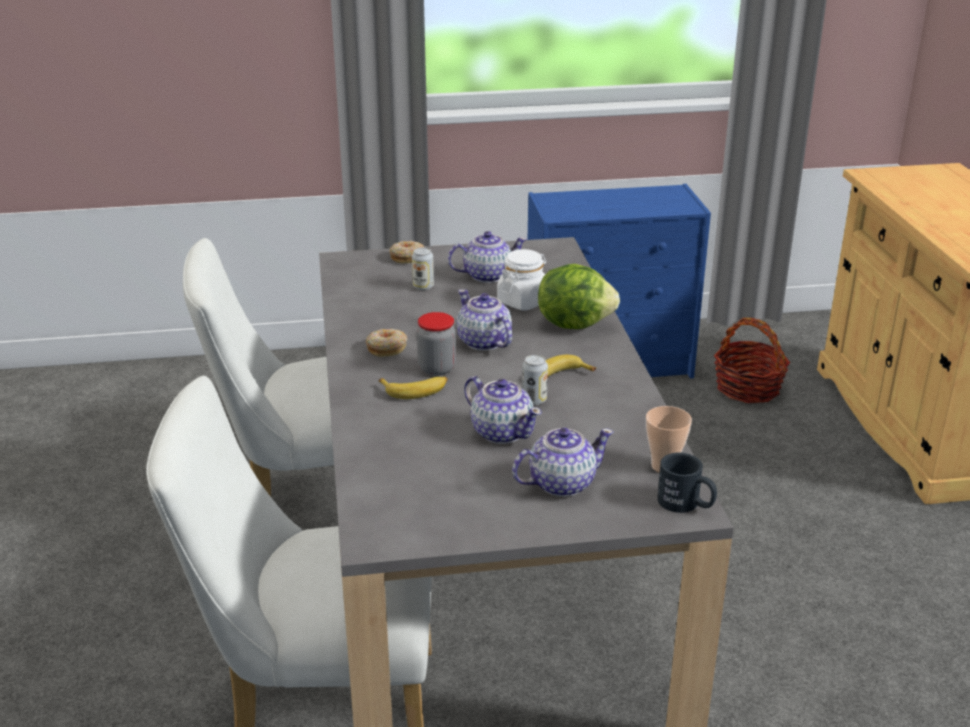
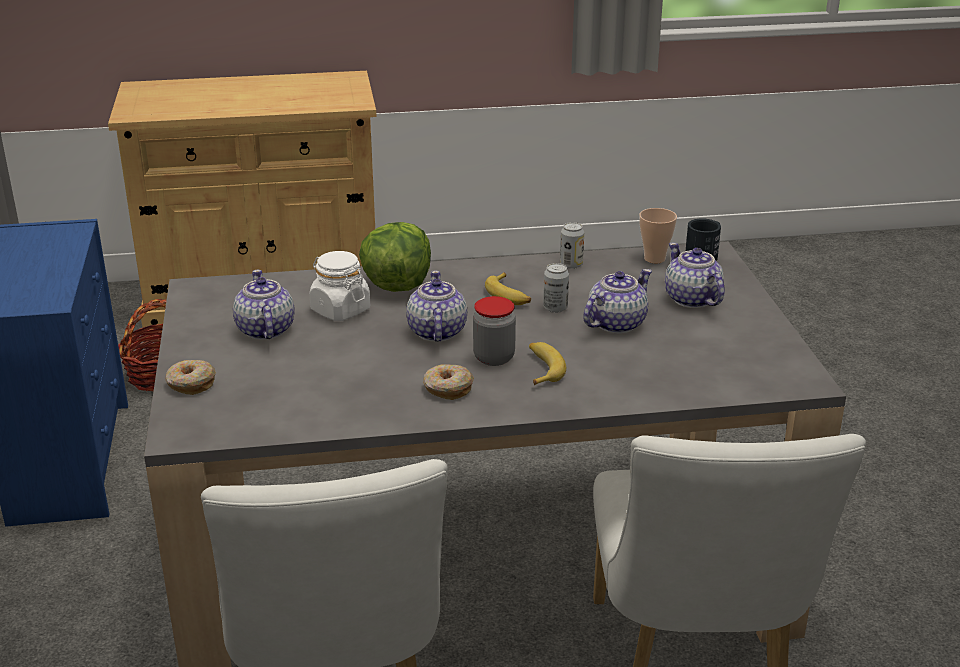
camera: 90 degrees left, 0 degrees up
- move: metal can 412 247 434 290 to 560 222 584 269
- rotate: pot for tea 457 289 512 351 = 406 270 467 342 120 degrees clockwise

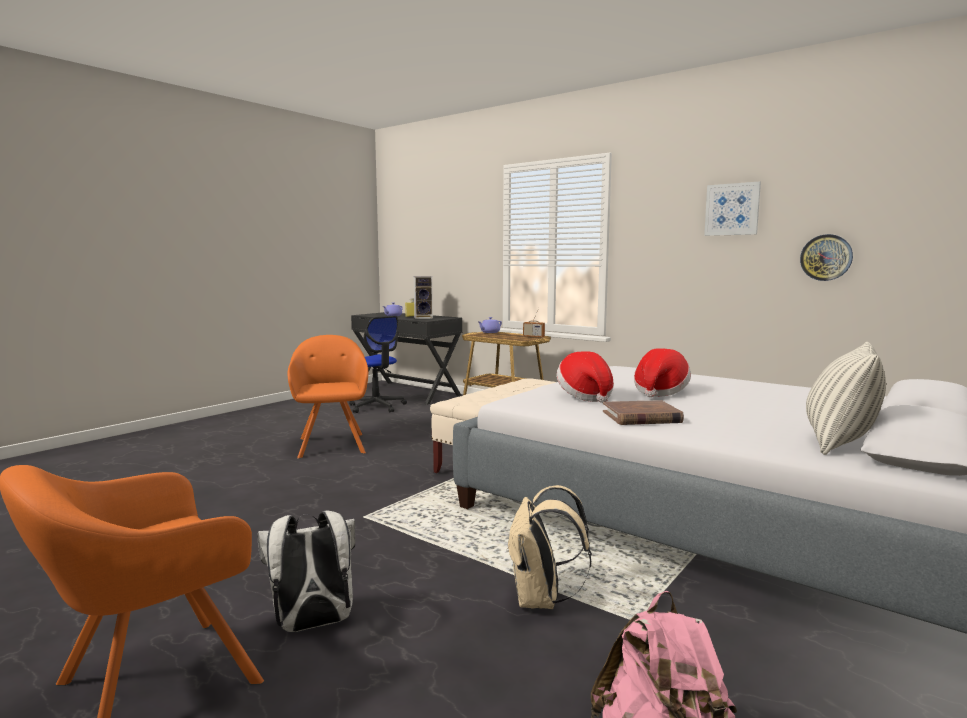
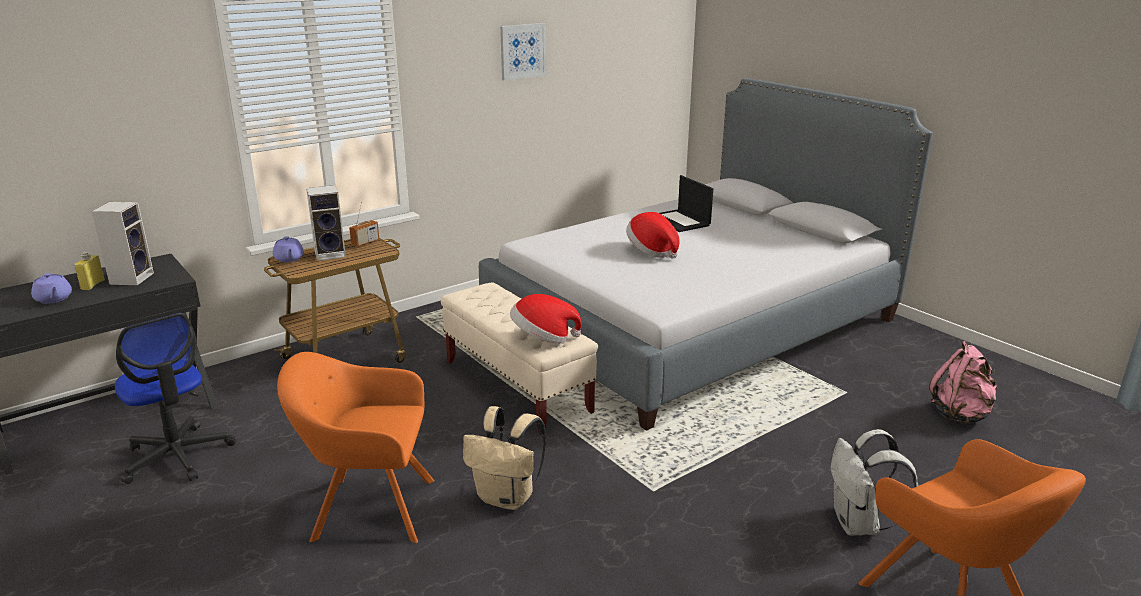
camera: 75 degrees left, 15 degrees up
- rotate: office chair 349 316 407 413 = 115 313 235 484 75 degrees clockwise
- move: beige-coloured backpack 506 485 592 609 to 463 406 546 510
- move: hat 556 351 614 403 to 510 294 582 344
- delete: brown-coloured book 603 400 684 425
- delete: hanging clock 800 234 853 281
- delete: throw pillow 806 342 886 455
- insert: loudspeaker 306 185 346 261
- insert: laptop 659 175 713 232

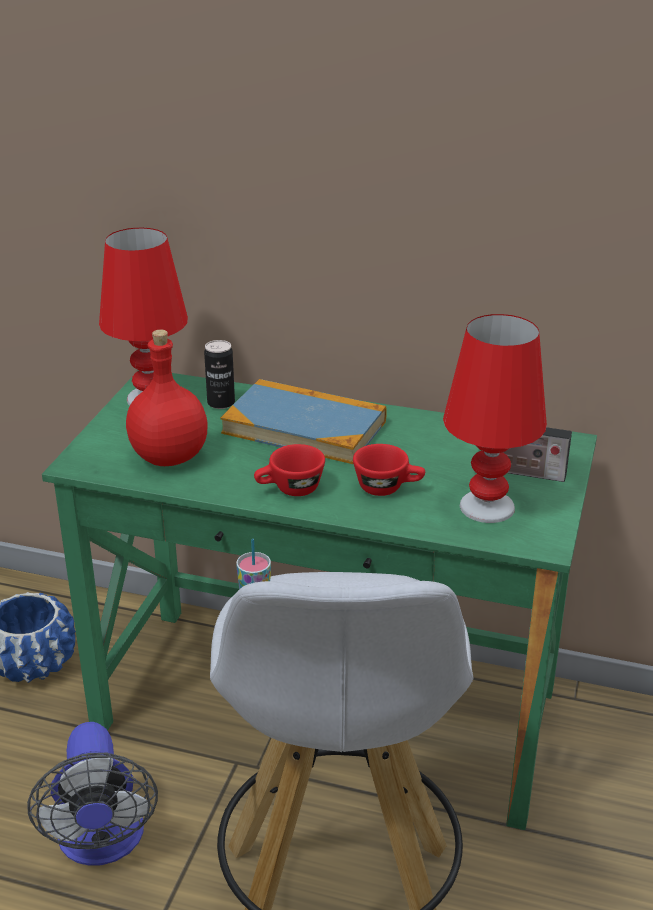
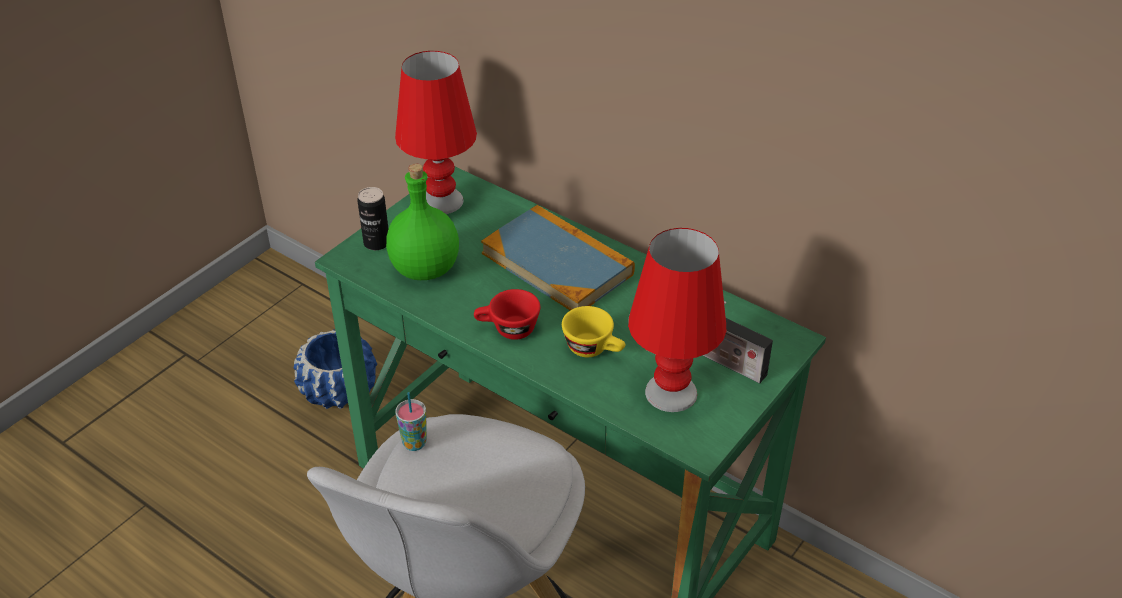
camera: 20 degrees right, 10 degrees up
- delete: fan 27 722 158 865
- recolor: red-coloured drink bottle 126 329 208 466 to green drink bottle 386 163 459 280
- move: metal can 204 340 235 409 to 357 187 388 250
- recolor: red-coloured drinking cup 353 444 425 496 to yellow drinking cup 562 306 626 357

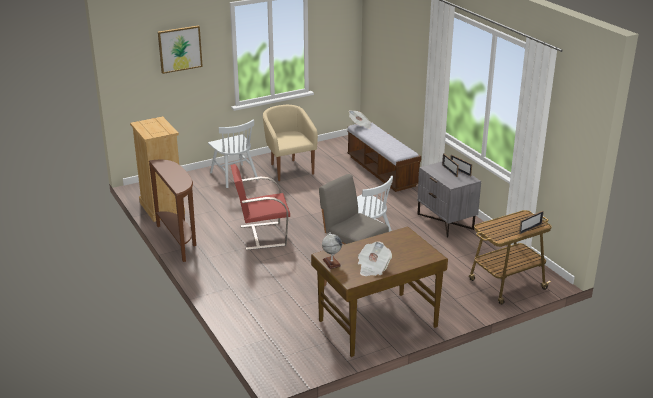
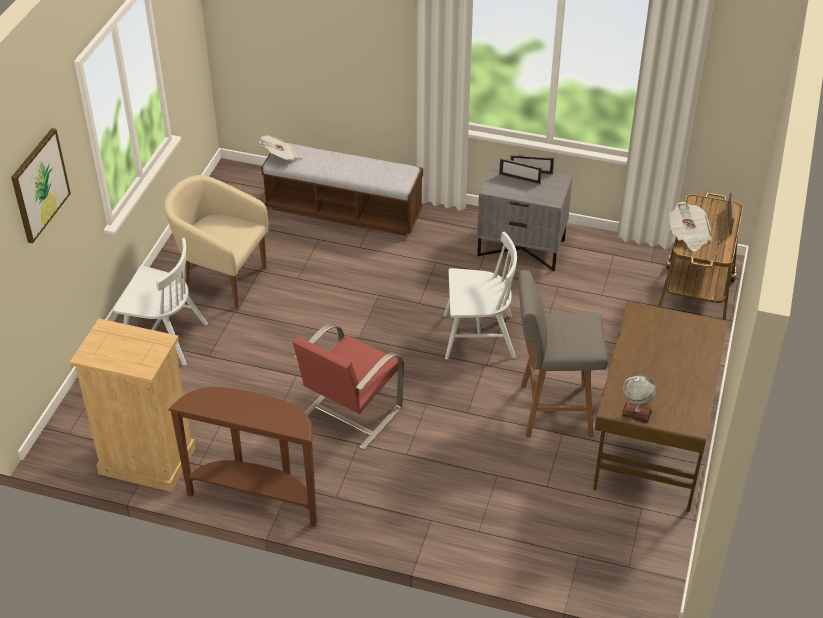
camera: 45 degrees left, 15 degrees up
- move: daily paper 358 241 392 276 to 669 202 712 252

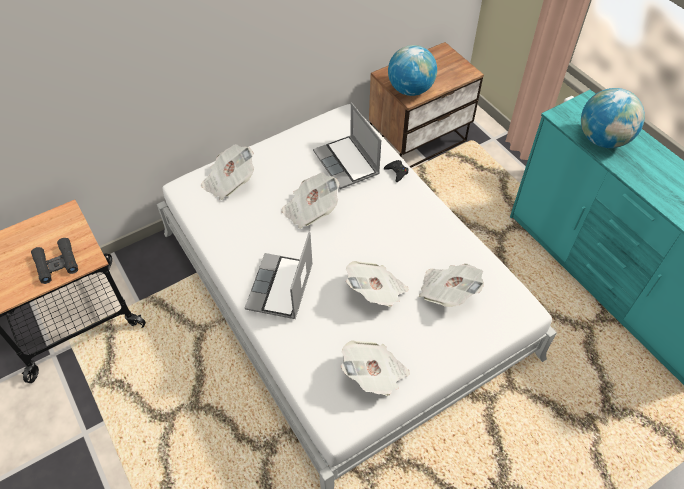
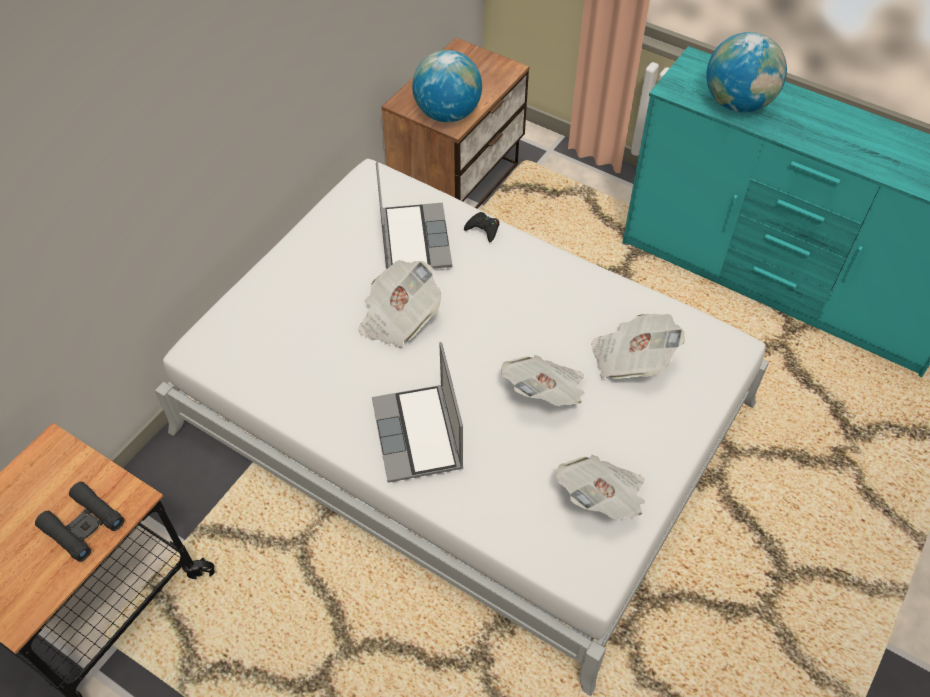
camera: 25 degrees left, 0 degrees up
- delete: daily paper 201 144 254 200
- rotate: laptop 313 103 381 189 = 376 161 452 269 135 degrees counterclockwise

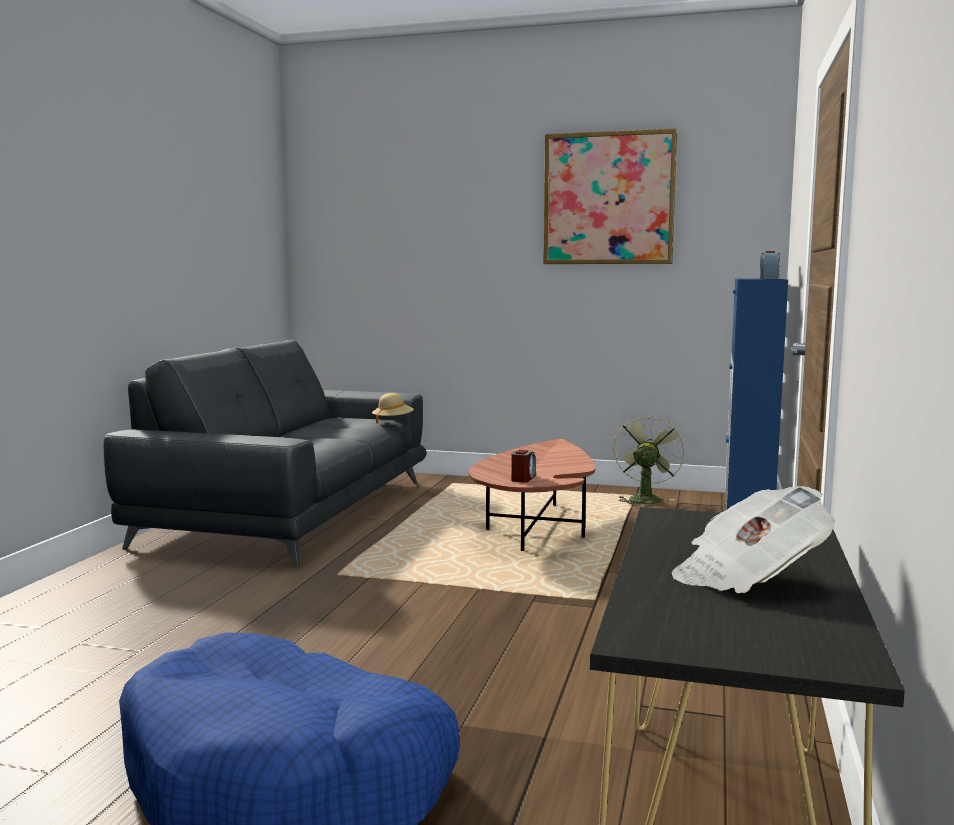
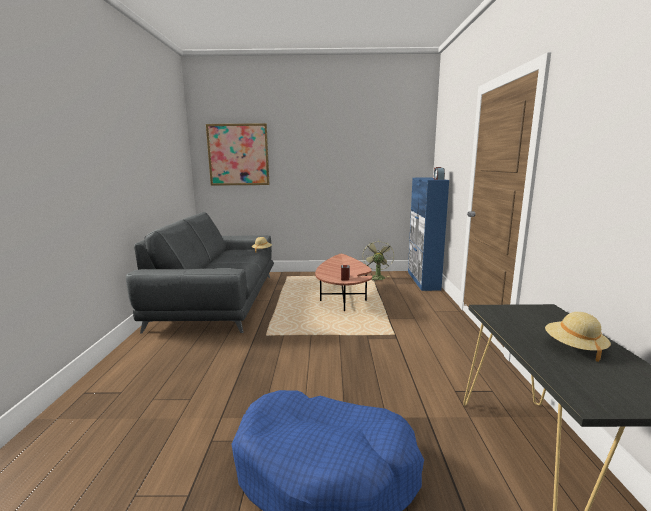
camera: 15 degrees left, 5 degrees up
- move: picture 543 128 677 264 to 206 123 269 186
- replace: daily paper 671 486 835 593 to beige-coloured hat 545 312 611 362

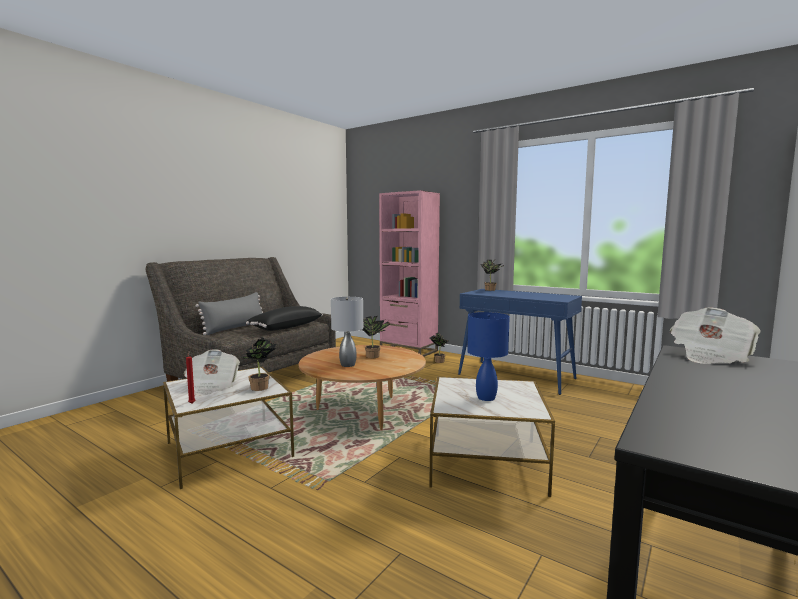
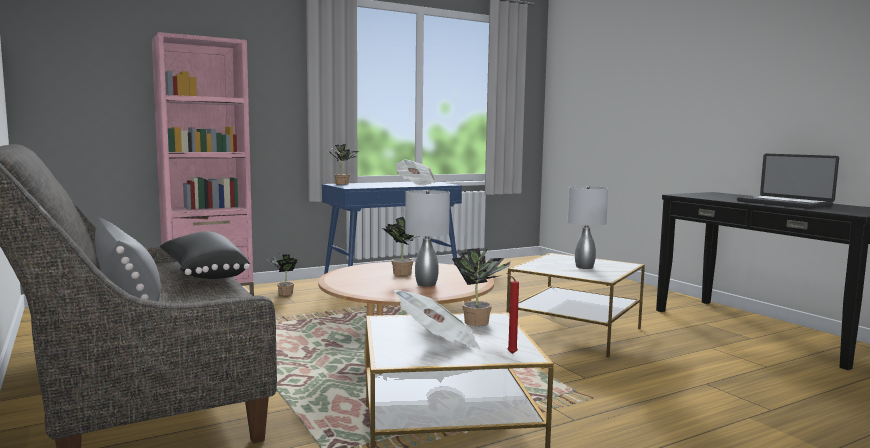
camera: 65 degrees left, 0 degrees up
- recolor: blue tabletop lamp 468 312 510 401 to grey tabletop lamp 567 186 608 269
- move: daily paper 670 307 761 364 to 396 160 436 186
- insert: laptop 737 154 839 209

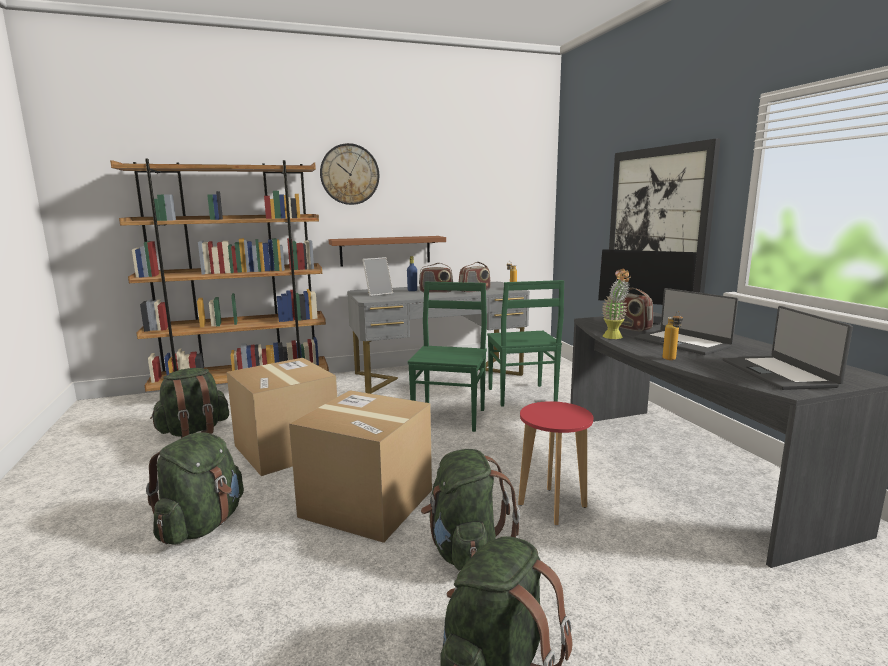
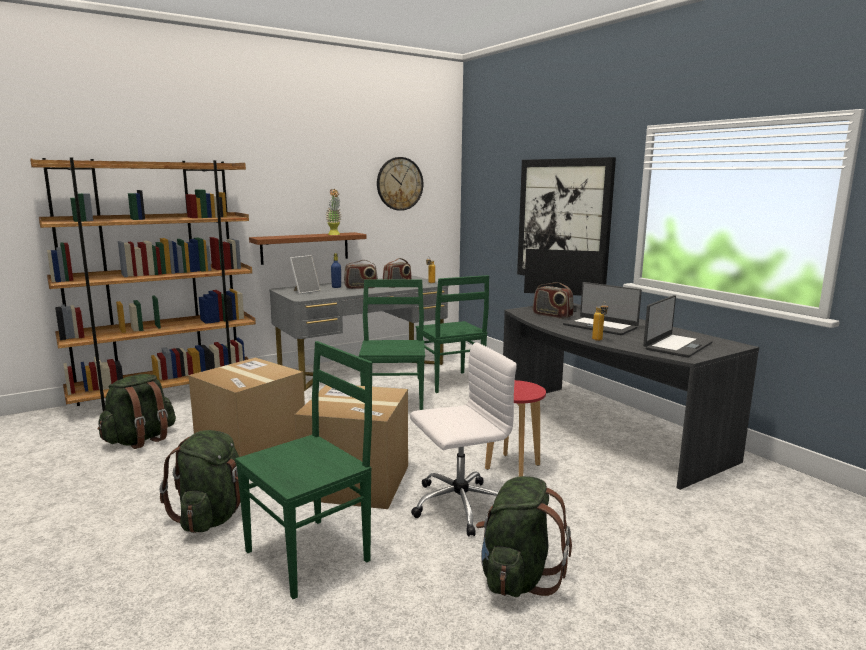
camera: 15 degrees left, 0 degrees up
- move: hanging clock 320 143 379 205 to 377 157 423 211
- replace: green backpack 421 449 520 571 to whitish office chair 410 343 517 536
- move: houseplant 602 269 631 339 to 326 189 342 235
- rotate: laptop 723 306 853 390 = 643 295 713 358 120 degrees counterclockwise
- insert: green upright chair 235 341 372 600

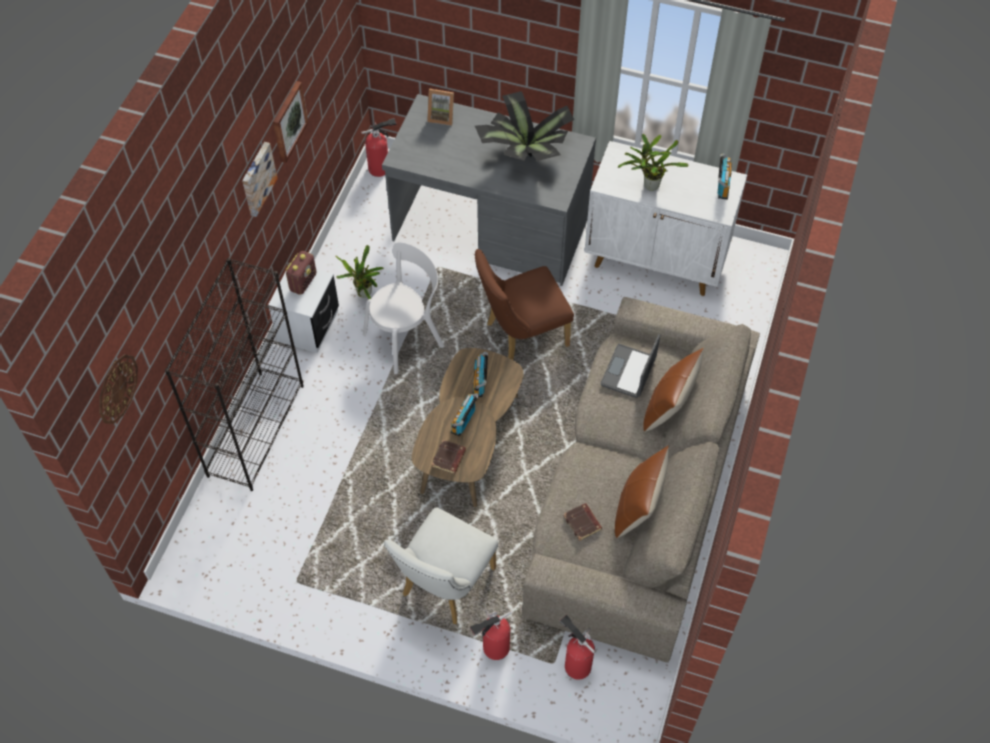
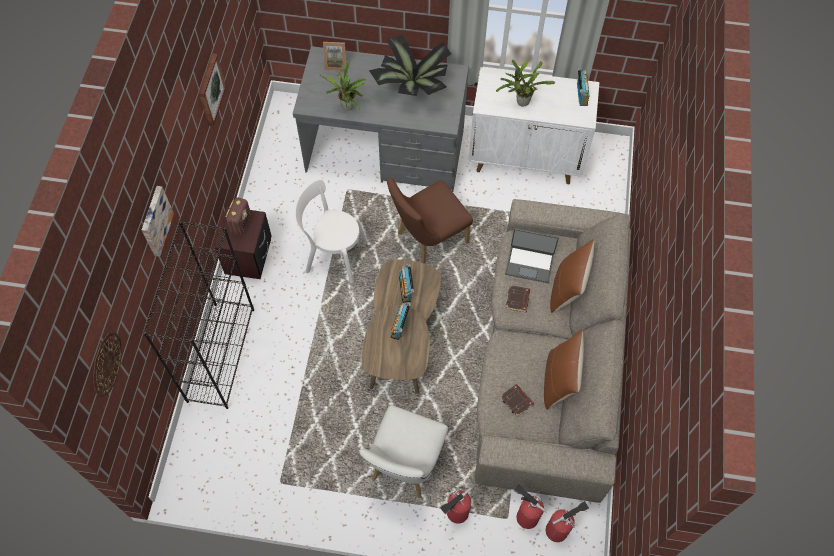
camera: 10 degrees left, 5 degrees up
- move: picture 242 142 278 217 to 142 186 174 257
- recolor: whitish bedside table 268 262 339 353 to brown-coloured bedside table 214 207 272 279
- move: houseplant 336 245 384 299 to 319 61 366 110
- move: extinguisher 362 118 397 177 to 546 501 589 542
- rotate: whitish upright chair 363 242 444 374 = 295 179 367 283 120 degrees counterclockwise
- move: brown-coloured book 432 440 466 474 to 506 285 530 312
- rotate: laptop 600 334 660 398 = 505 228 559 283 90 degrees counterclockwise

